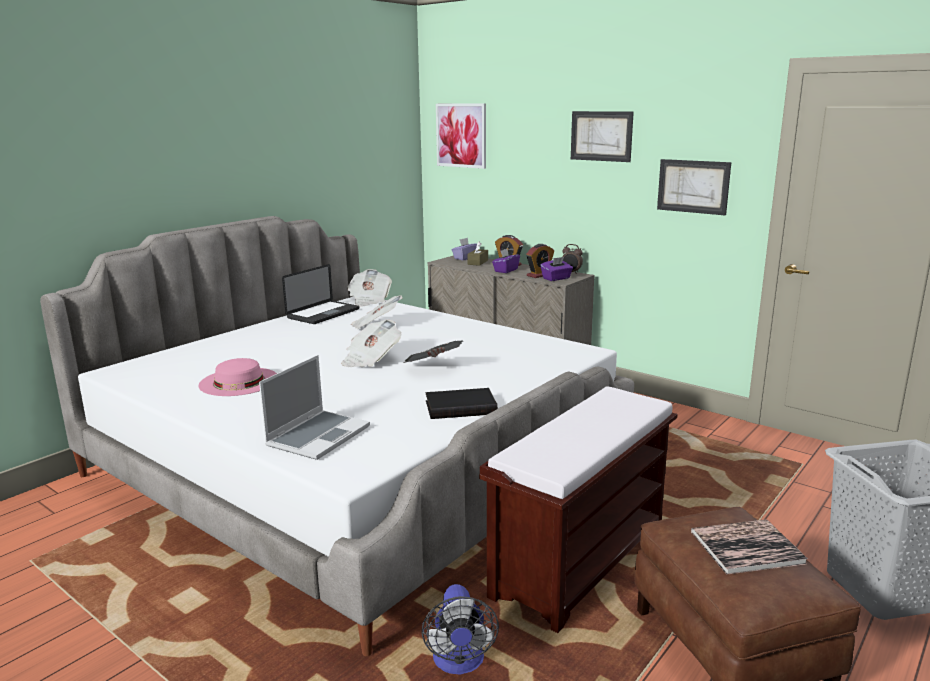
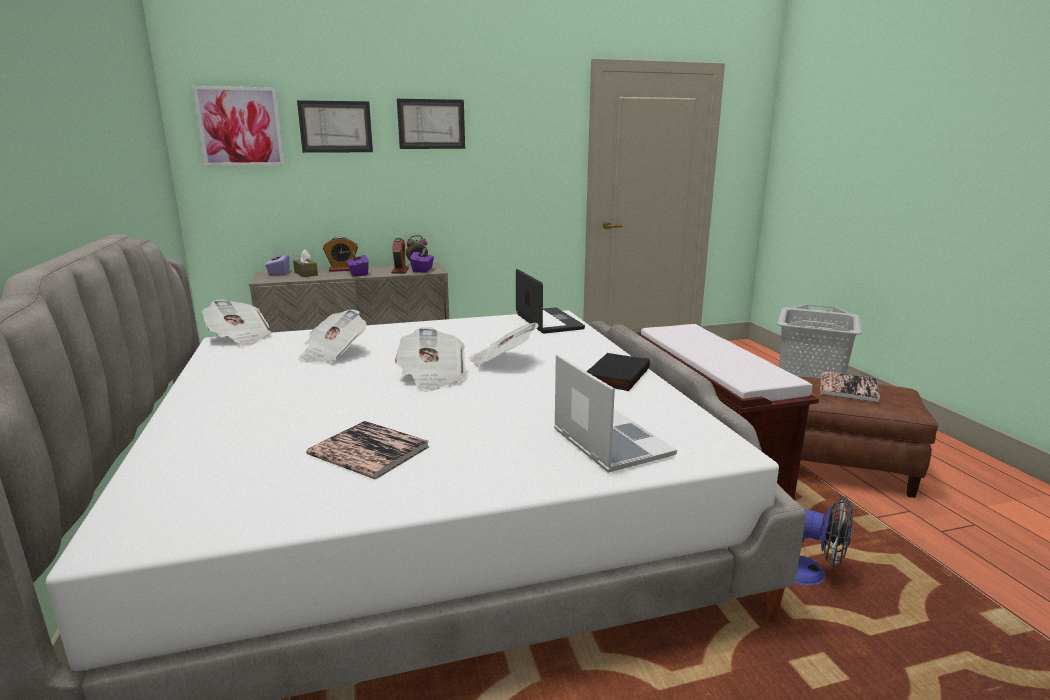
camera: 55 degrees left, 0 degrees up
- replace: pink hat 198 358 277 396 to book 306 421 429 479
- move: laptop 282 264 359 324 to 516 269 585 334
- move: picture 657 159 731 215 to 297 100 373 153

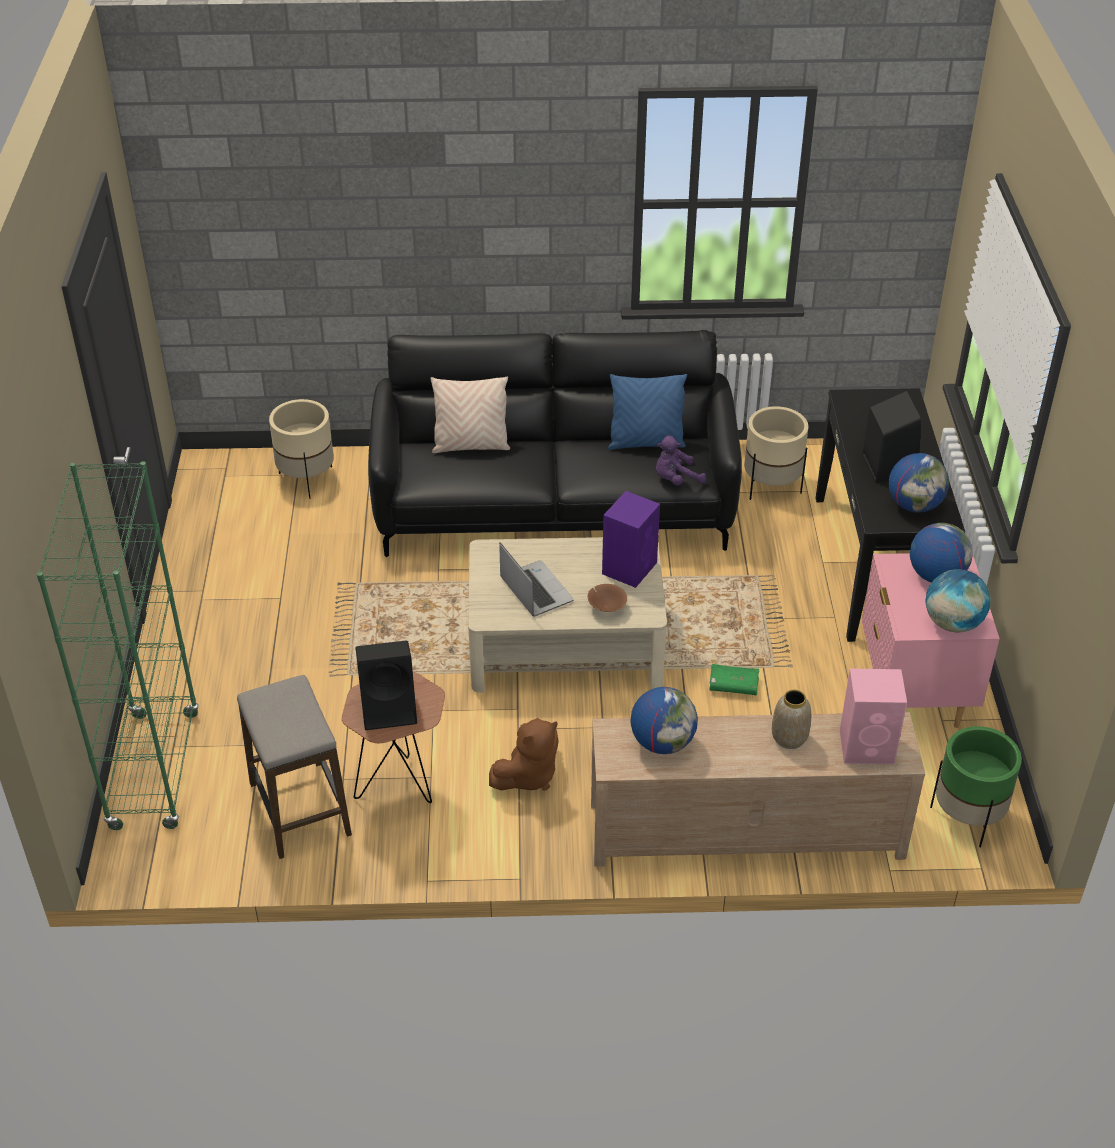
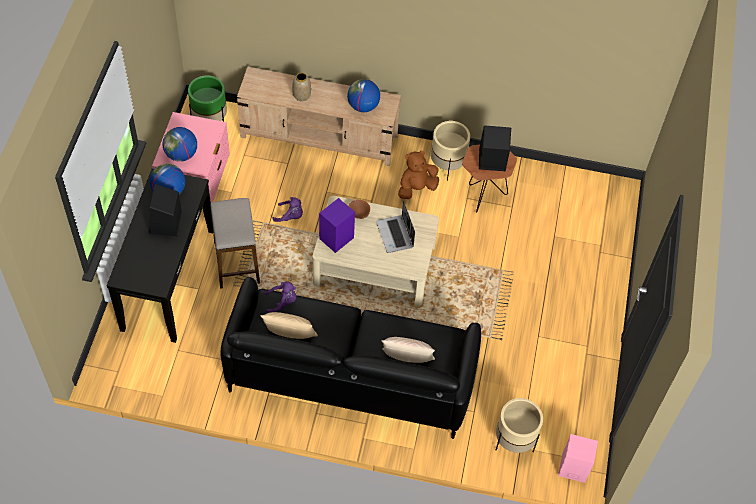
camera: 170 degrees left, 15 degrees up
- delete: green bookshelf 37 461 199 830
- move: sitting stool 237 675 352 859 to 210 198 260 289
- recolor: blue throw pillow 608 374 687 450 to beige-coloured throw pillow 260 312 318 339
- replace: green book 709 664 759 695 to purple-coloured cuddly toy 273 197 303 222
- move: beige-coloured planter 744 406 808 500 to 431 121 470 181
- move: pink loudspeaker 840 669 907 764 to 558 434 598 483
- delete: desk globe 925 569 991 632

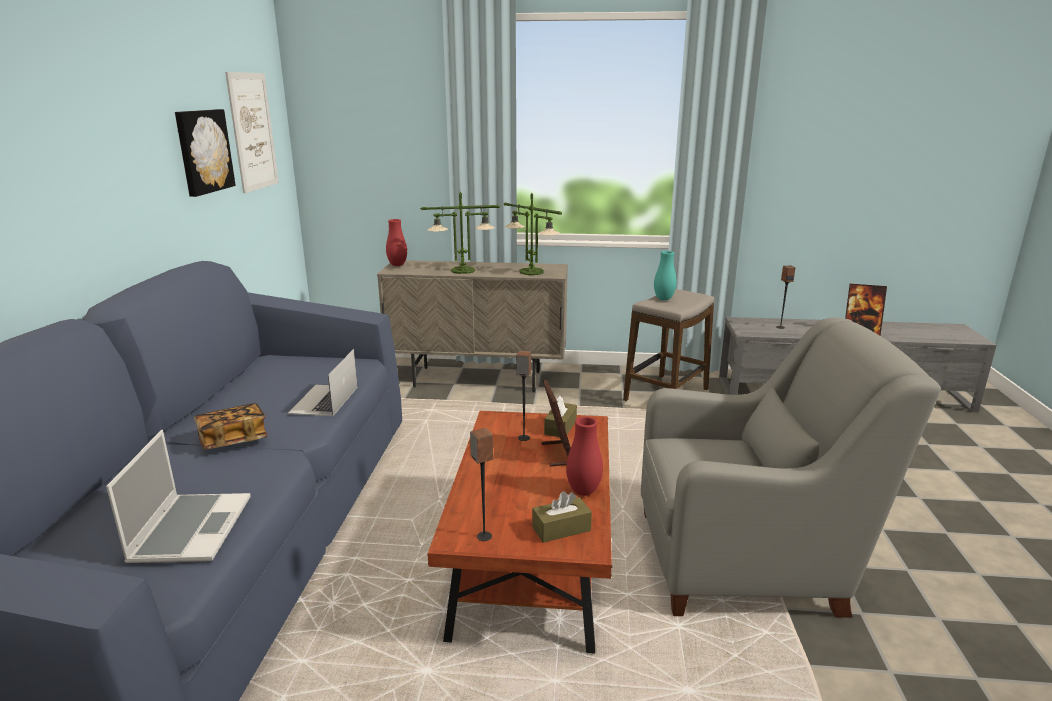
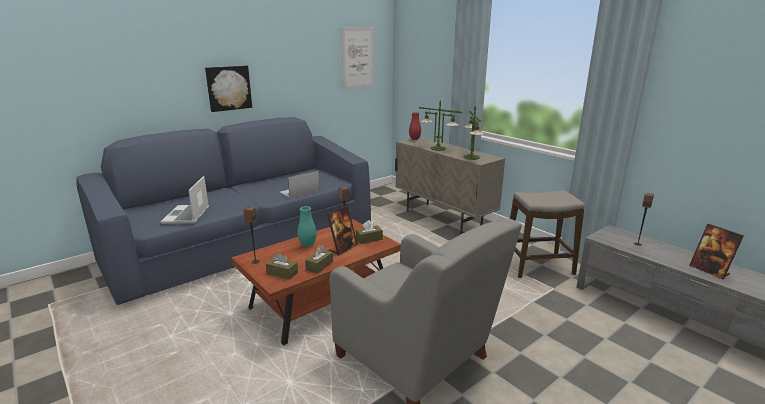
camera: 45 degrees right, 0 degrees up
- rotate: laptop 106 430 250 563 = 161 176 209 224 135 degrees clockwise
- move: picture 175 109 236 197 to 205 66 252 112
- delete: book 194 403 268 450
- replace: red-coloured flower vase 566 417 603 496 to brown-coloured tissue box 305 245 333 274
- move: blue-green flower vase 654 251 677 301 to 298 206 317 247

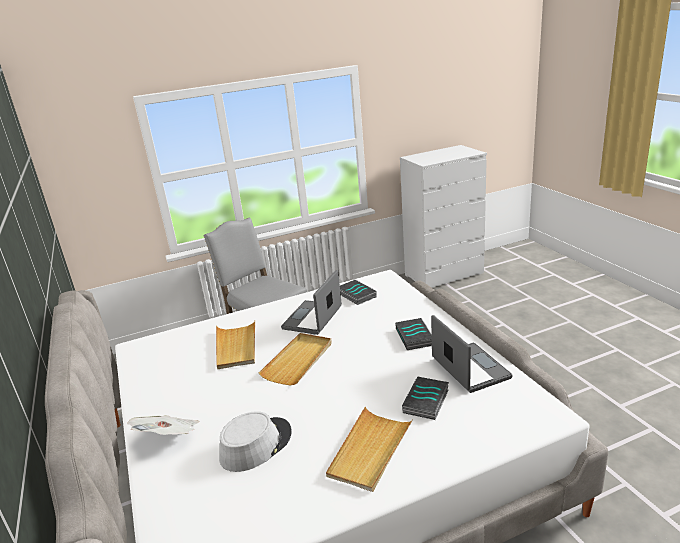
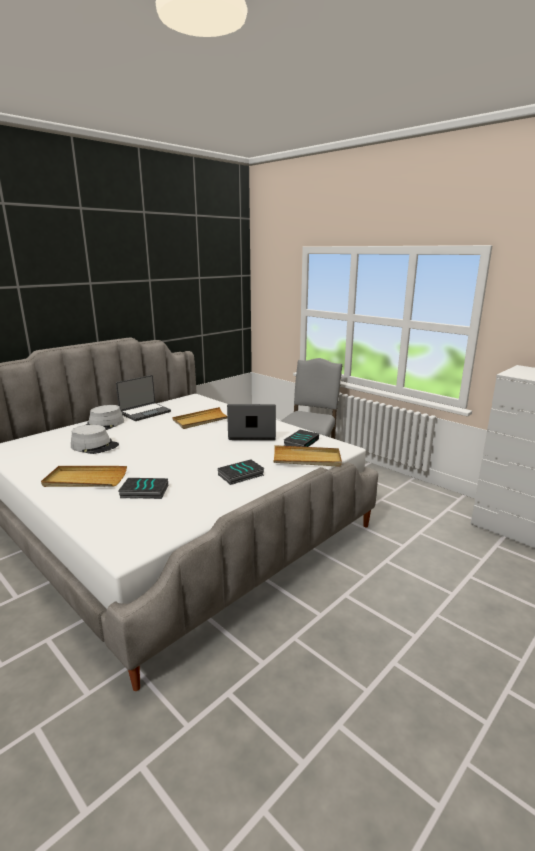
camera: 65 degrees right, 5 degrees down
- replace: daily paper 127 415 200 435 to grey hat 86 405 124 430
- move: beige-coloured serving tray 259 333 332 385 to 274 445 342 467
- move: laptop 431 315 513 393 to 116 375 171 421

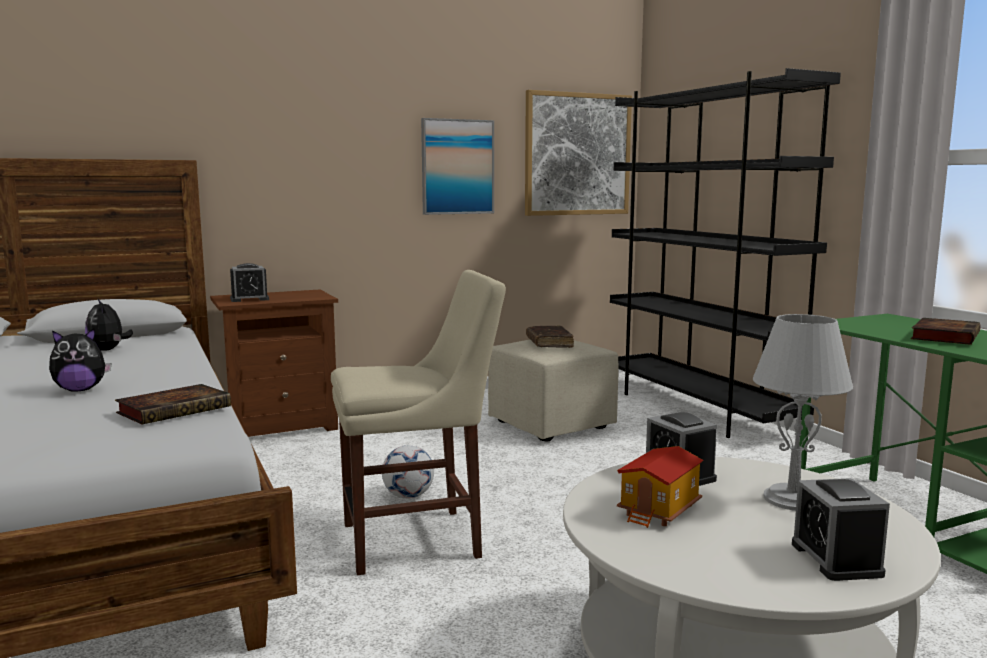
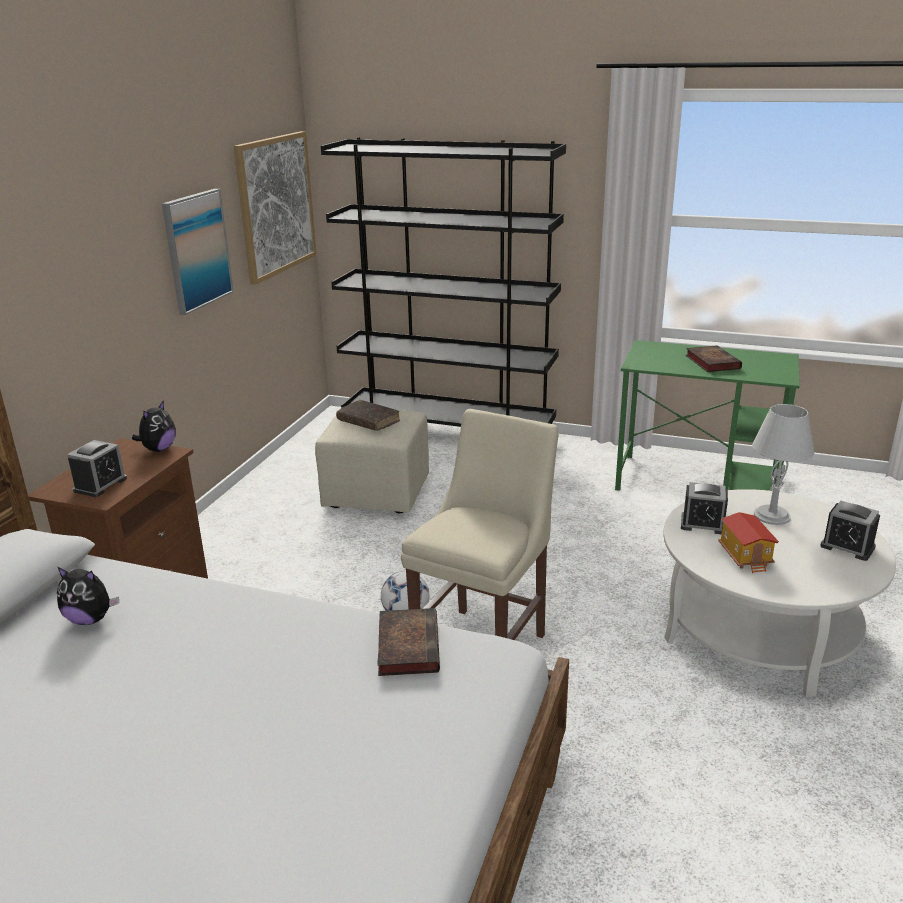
camera: 45 degrees left, 15 degrees up
- move: cuddly toy 49 328 111 392 to 132 400 176 452

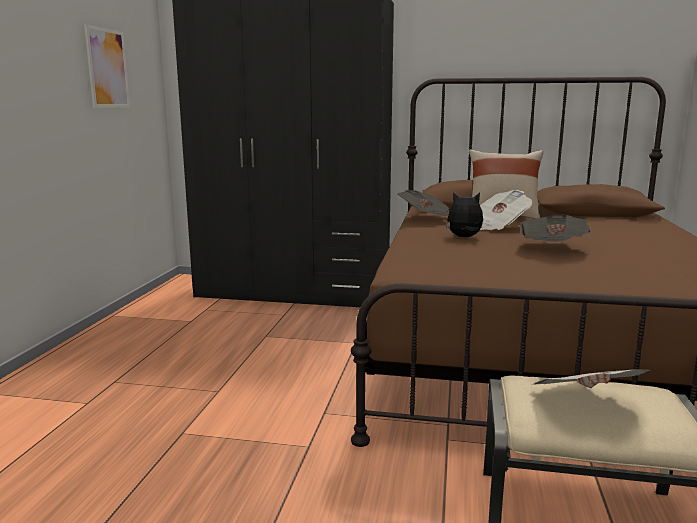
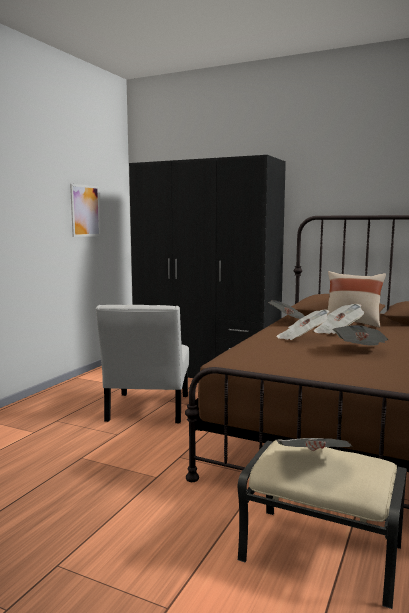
camera: 15 degrees right, 5 degrees down
- replace: cuddly toy 446 192 483 237 to daily paper 277 310 330 340
- insert: whitish upright chair 96 305 189 424

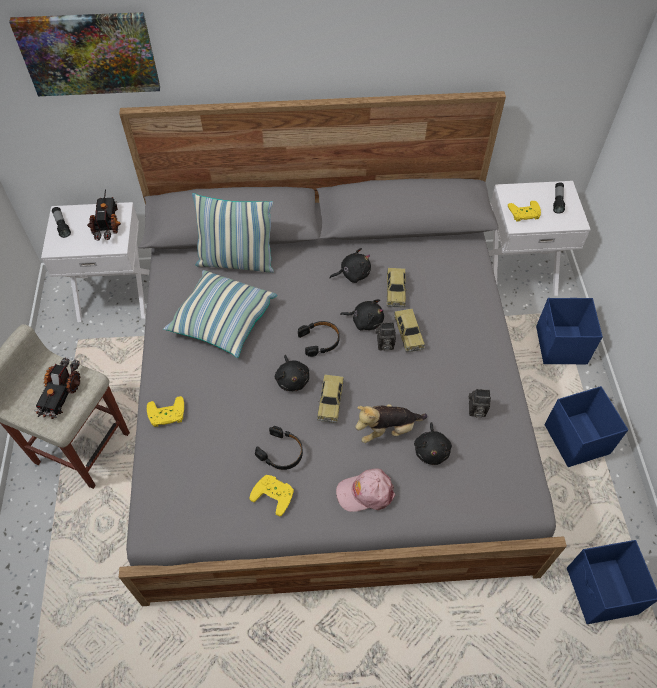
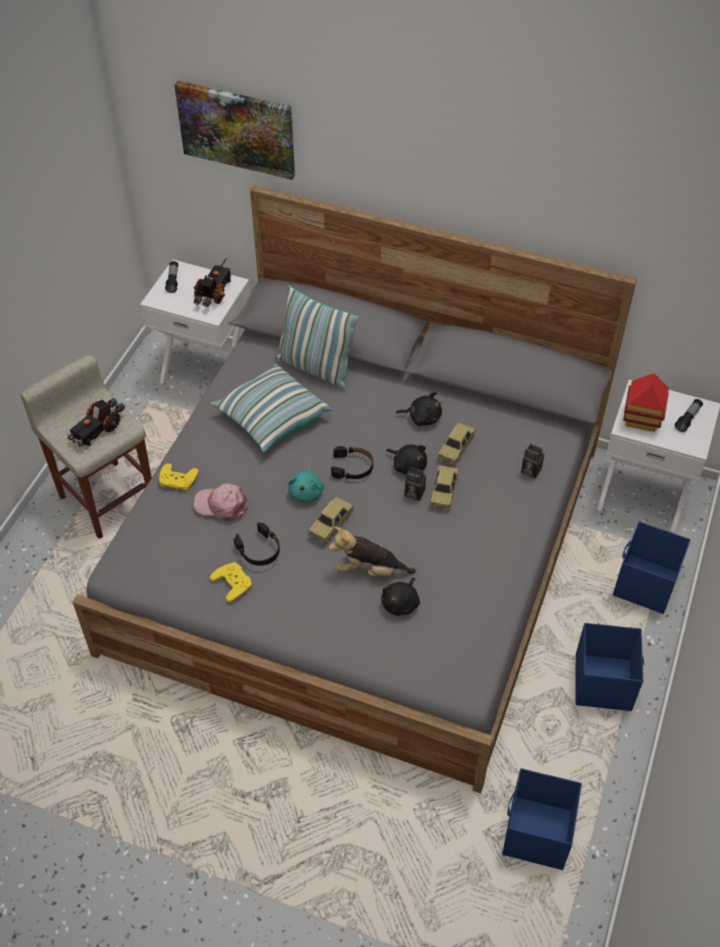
camera: 25 degrees right, 5 degrees down
- recolor: blackish cuddly toy 275 355 309 391 to blue-green cuddly toy 288 467 324 502
- move: pink cap 336 468 395 512 to 194 483 248 521
- move: still camera 469 389 491 418 to 521 444 544 479
- replace: yellow joypad 508 201 541 222 to toy house 623 373 669 432

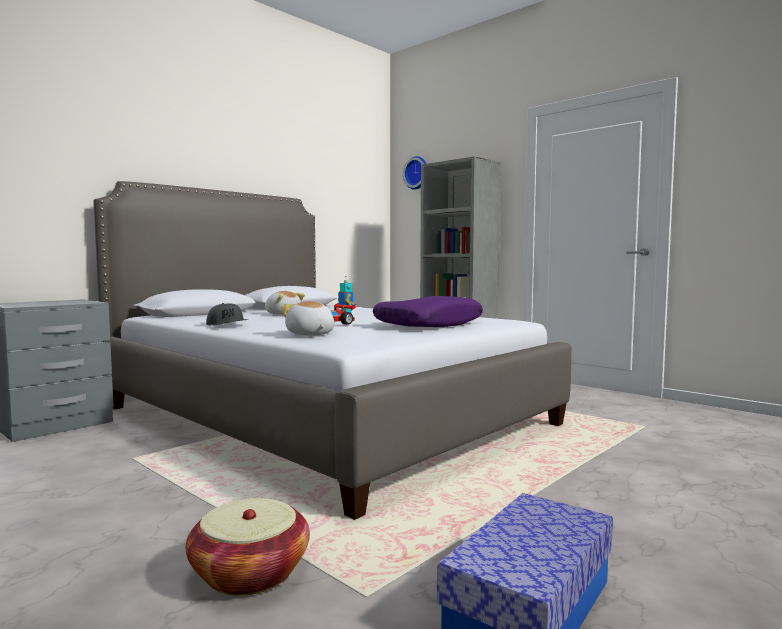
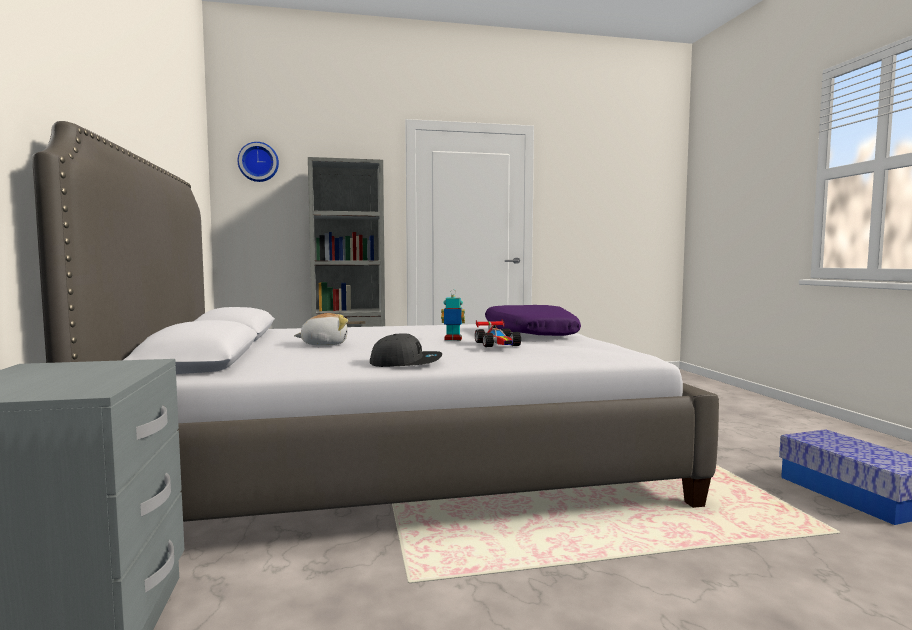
camera: 55 degrees left, 0 degrees up
- delete: household basket 186 498 310 596
- delete: cuddly toy 281 301 334 336

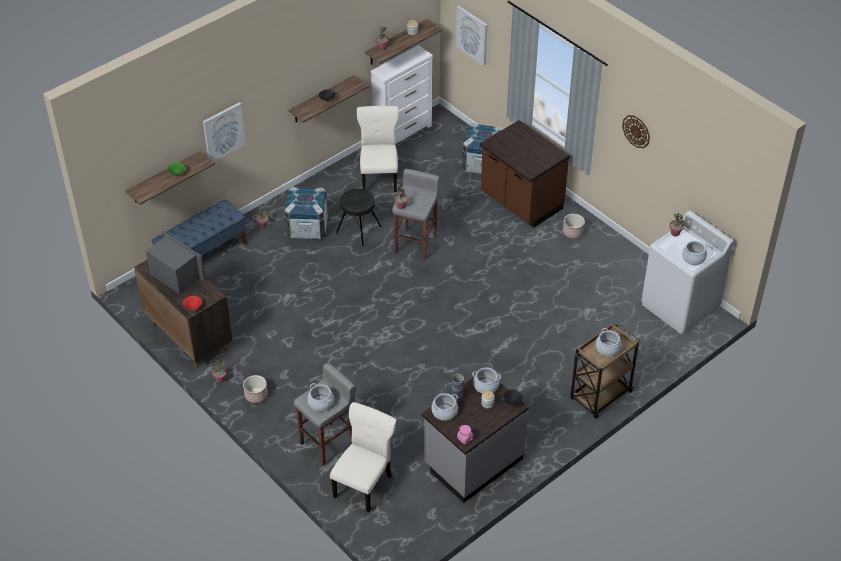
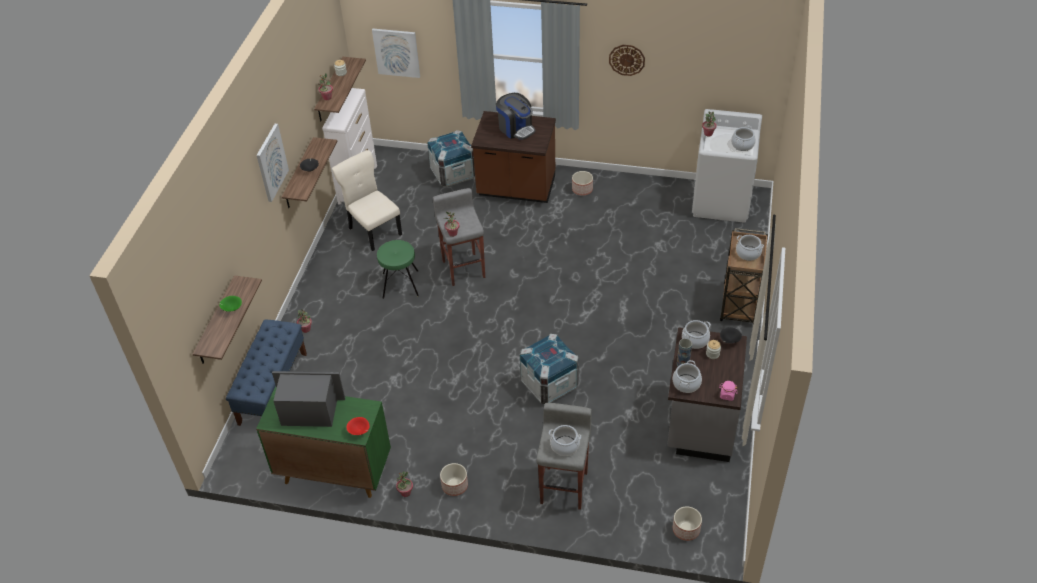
camera: 35 degrees left, 0 degrees up
- recolor: brown-coloured storage cabinet 134 260 233 368 to green storage cabinet 256 386 391 498
- move: picture 203 102 246 162 to 256 124 289 202
- move: shipping crate 285 187 328 239 to 520 334 578 404
- delete: beige-coloured upright chair 330 402 396 512
- recolor: blackish sitting stool 336 188 382 246 to green sitting stool 377 240 419 299
- insert: coffee brewer 496 93 535 140
- insert: planter 673 506 702 541

